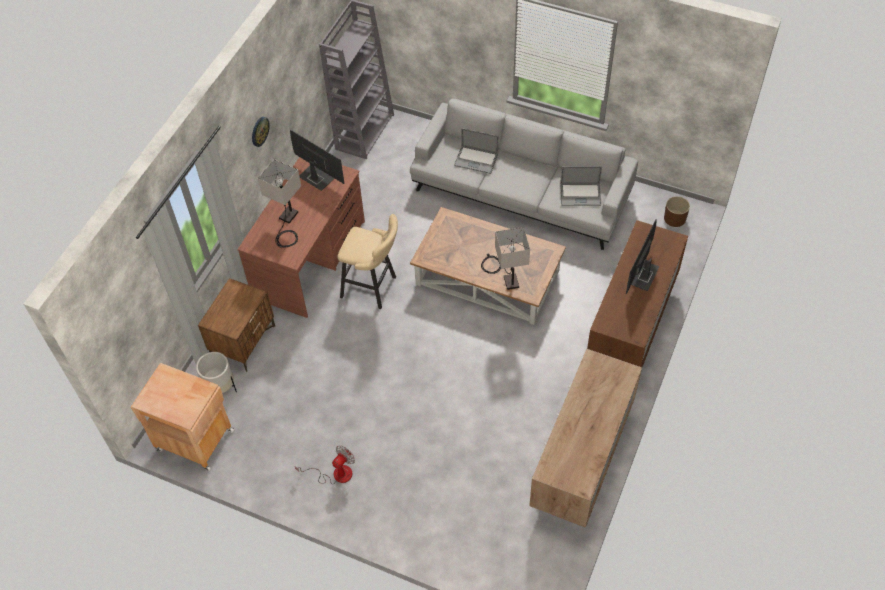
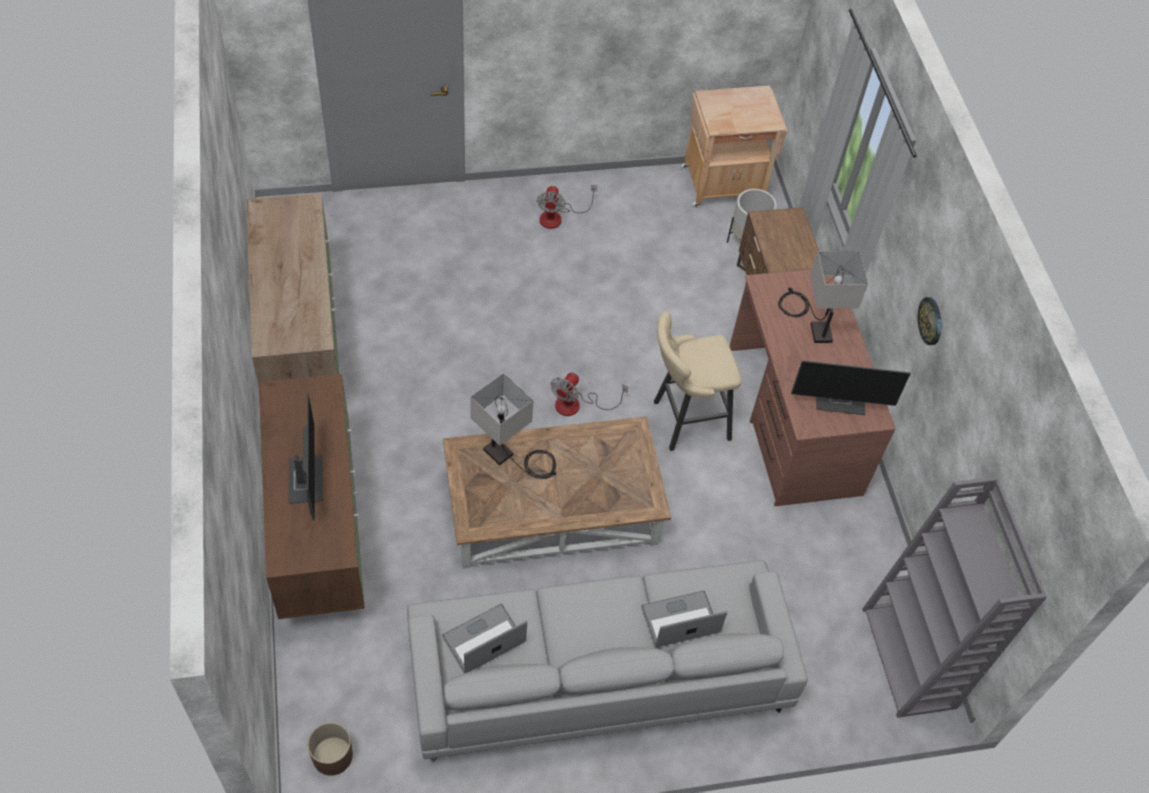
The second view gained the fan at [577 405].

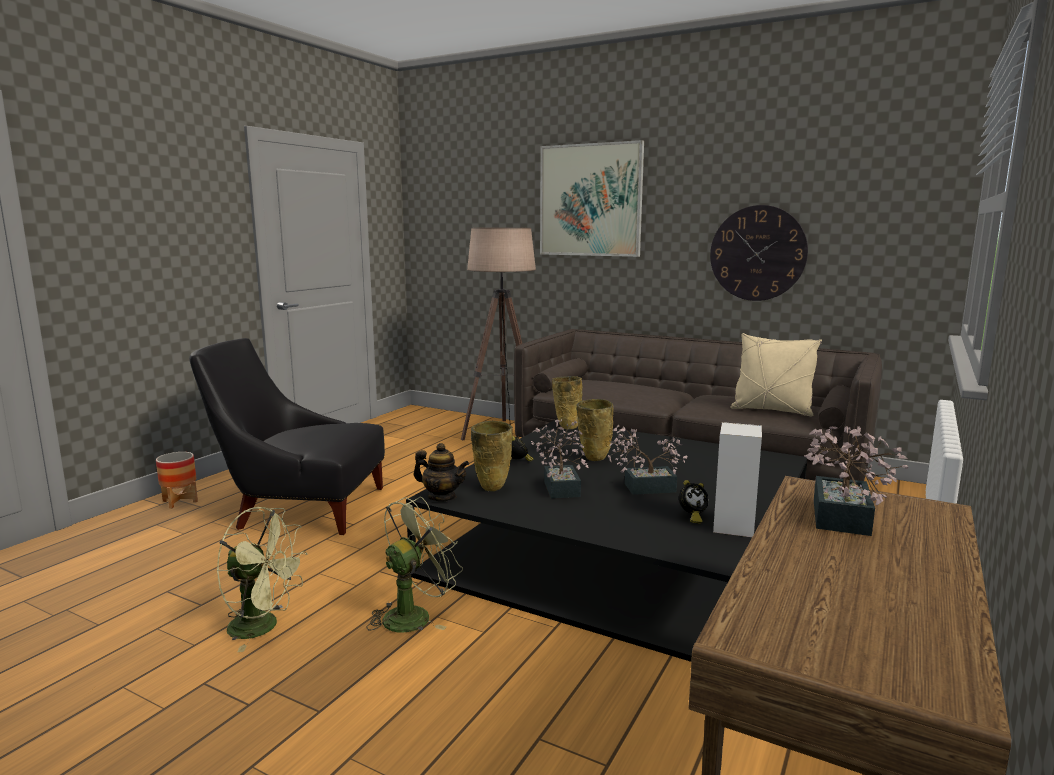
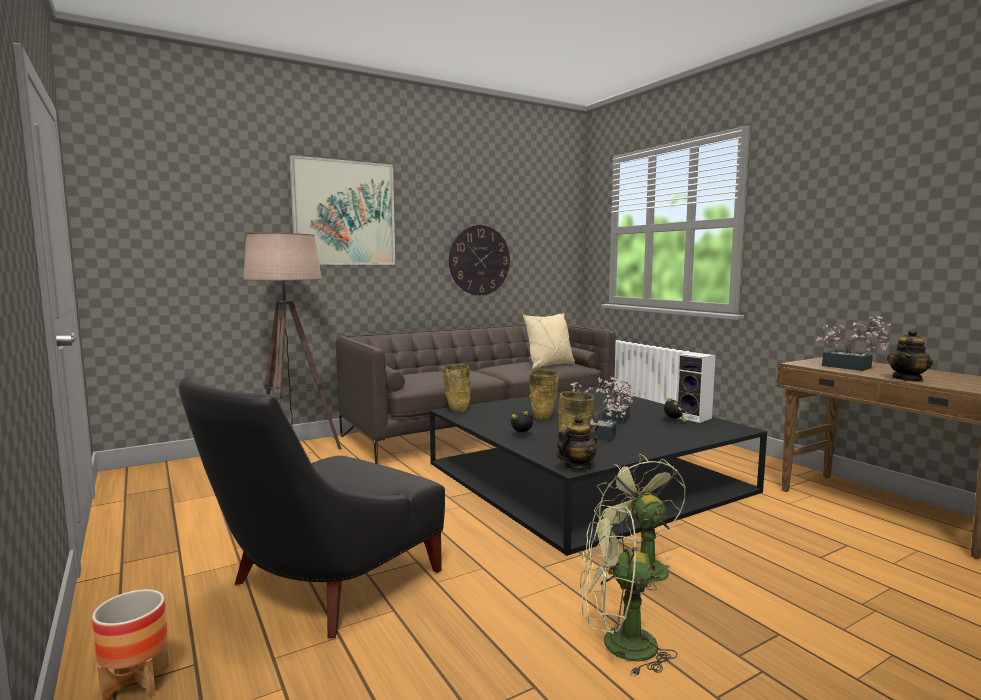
The green fan at [263 627] ended up facing another way, 135 degrees counterclockwise from before.
The second view gained the pot for tea at [908 379].

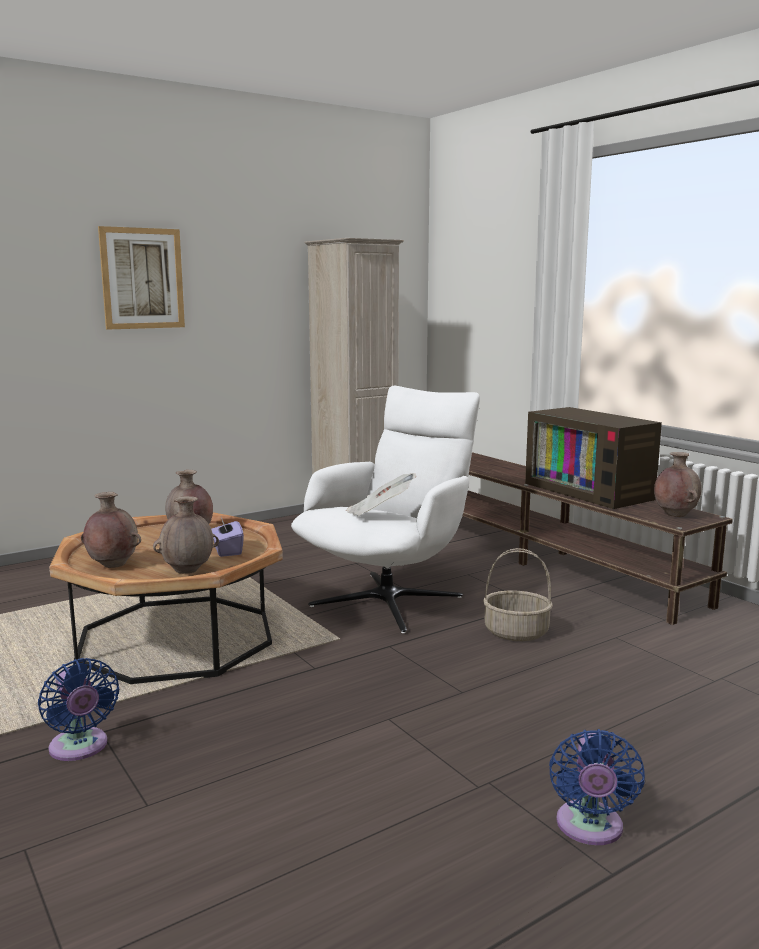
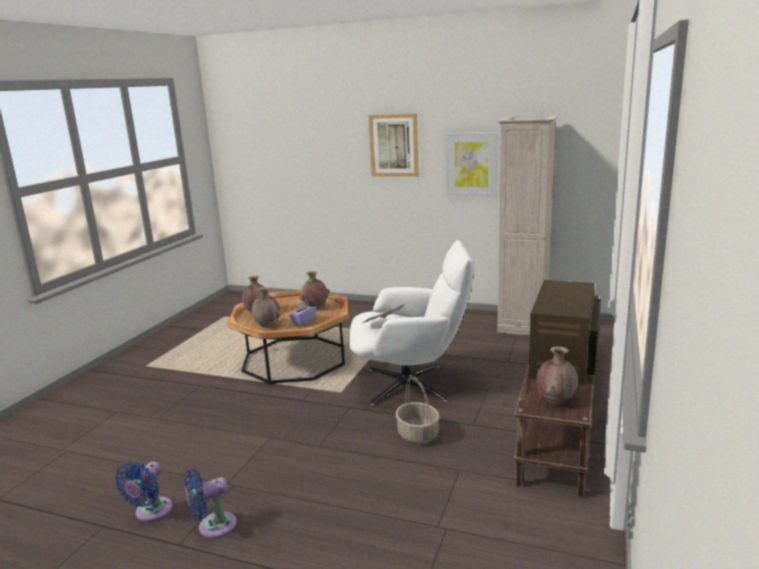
The blue fan ended up elsewhere, having gone from [80 748] to [151 512].
The second view gained the wall art at [471 164].

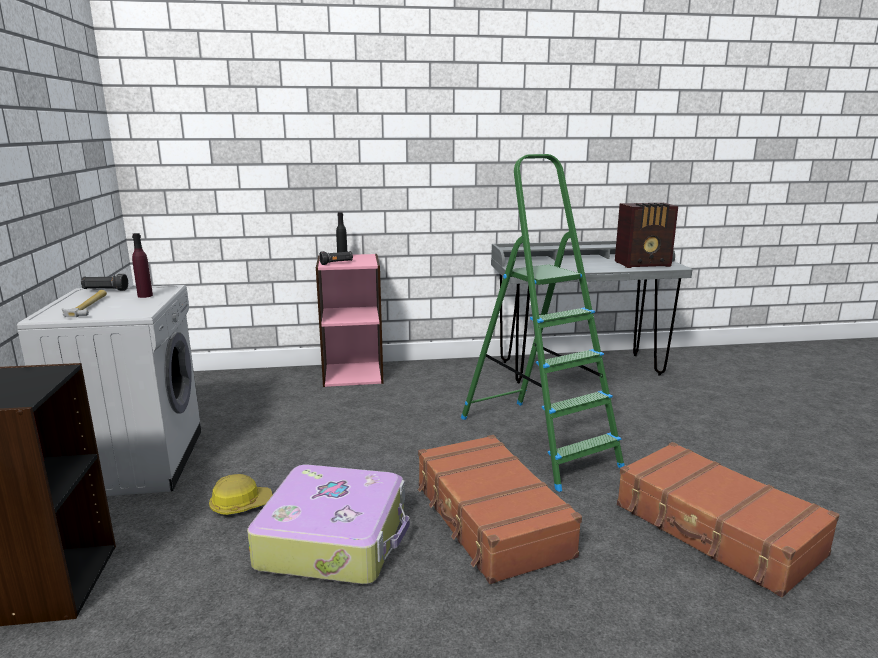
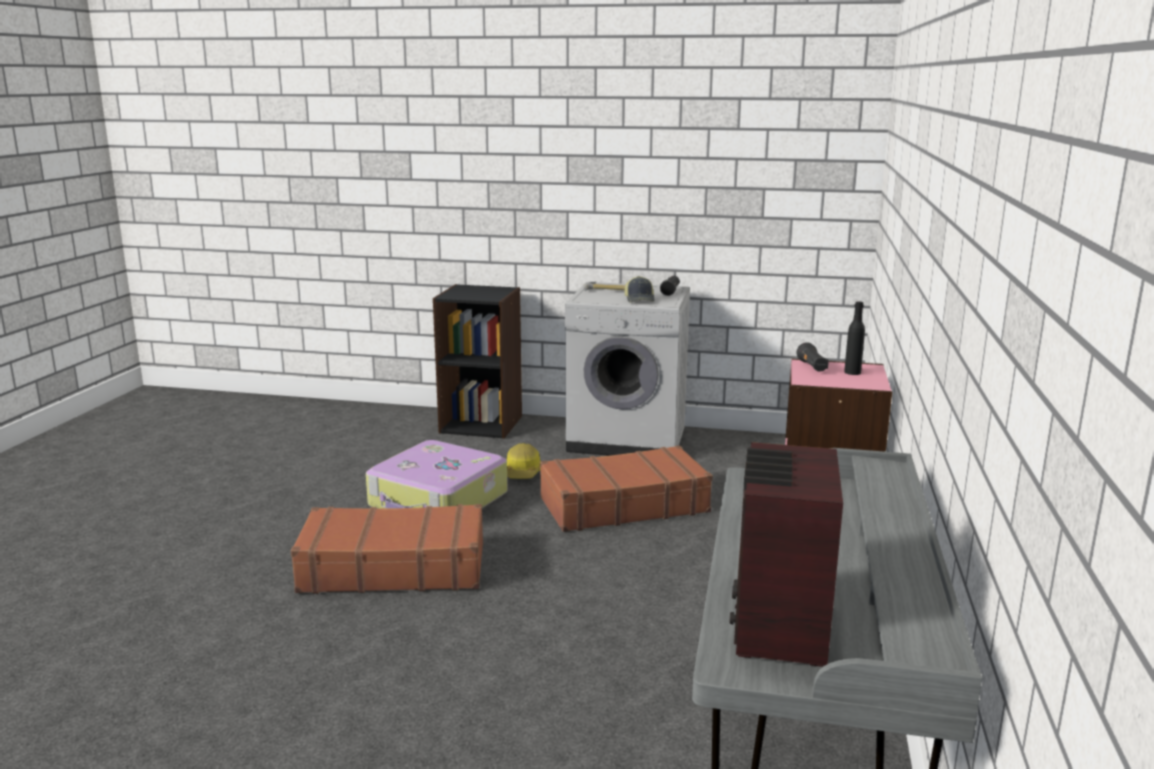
The brown travel case ended up elsewhere, having gone from [716 530] to [623 505].
Where the purplish bottle stood at [145 296], the peaked cap came to stand at [640 299].
The second view lost the green stepladder at [537 441].

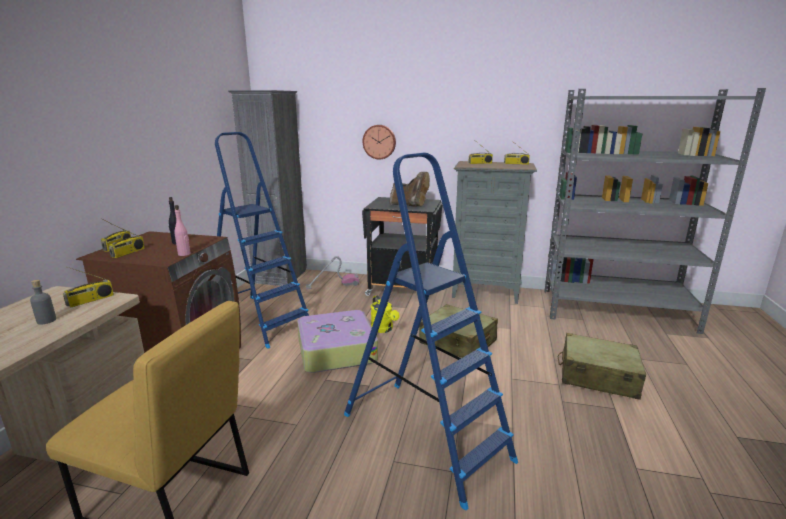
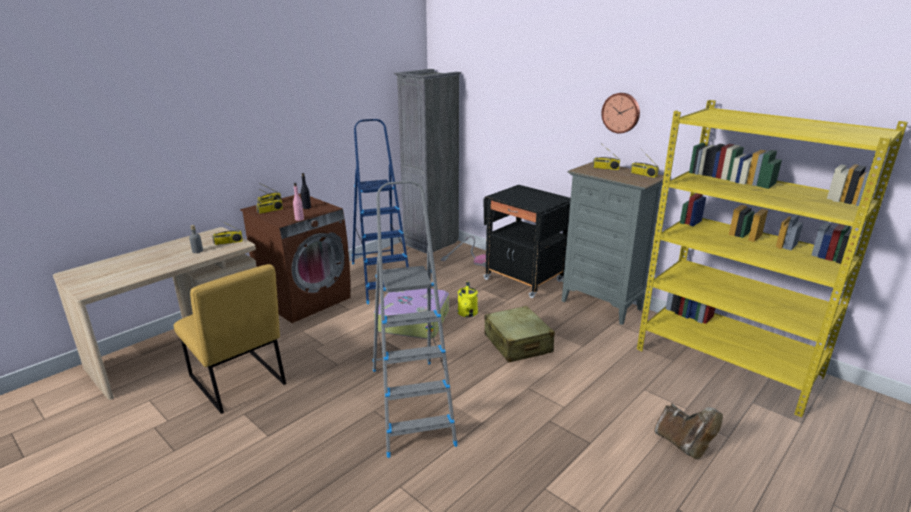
What was the blue stepladder at [425 437] turned into the greyish stepladder at [411 404].
The clock on the wall ended up elsewhere, having gone from [379 142] to [621 112].
What was the greyish shelving unit at [616 310] turned into the yellow-coloured shelving unit at [727 362].
The brown tall boot ended up elsewhere, having gone from [409 206] to [683 445].
The second view lost the beige travel case at [597 376].

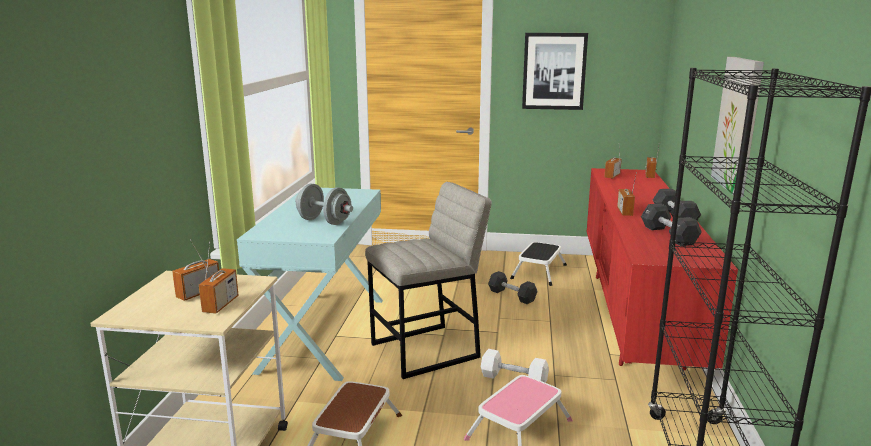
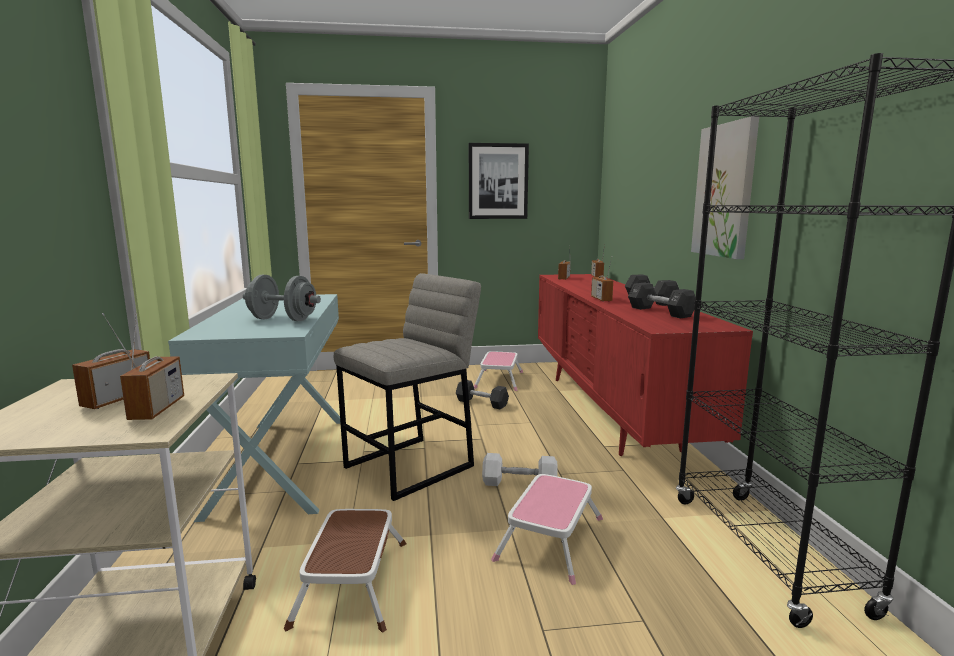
What was the black stepladder at [538 271] turned into the pink-coloured stepladder at [498 380].

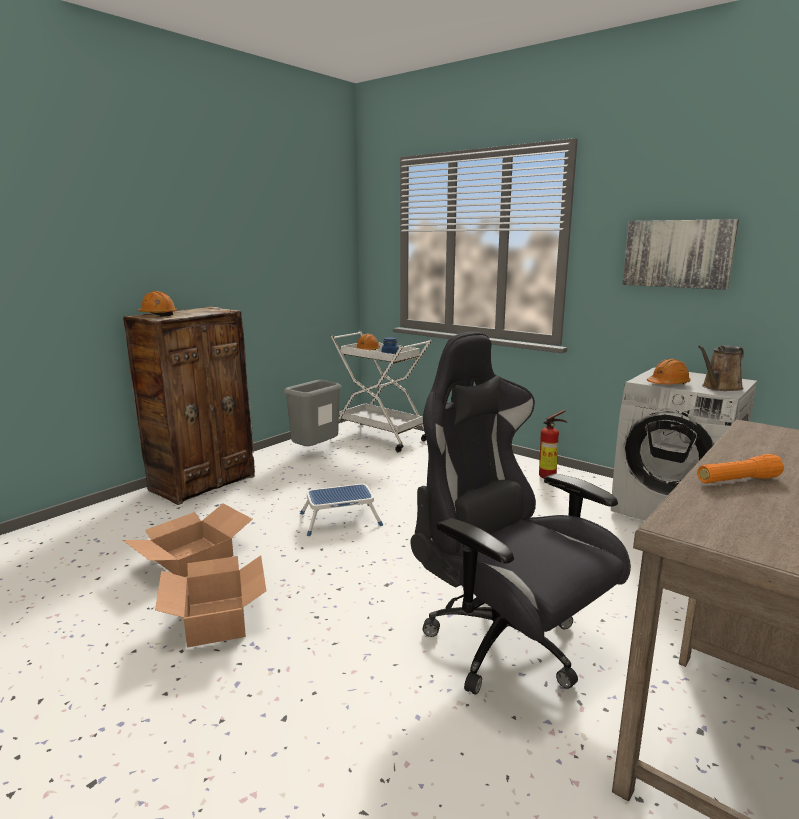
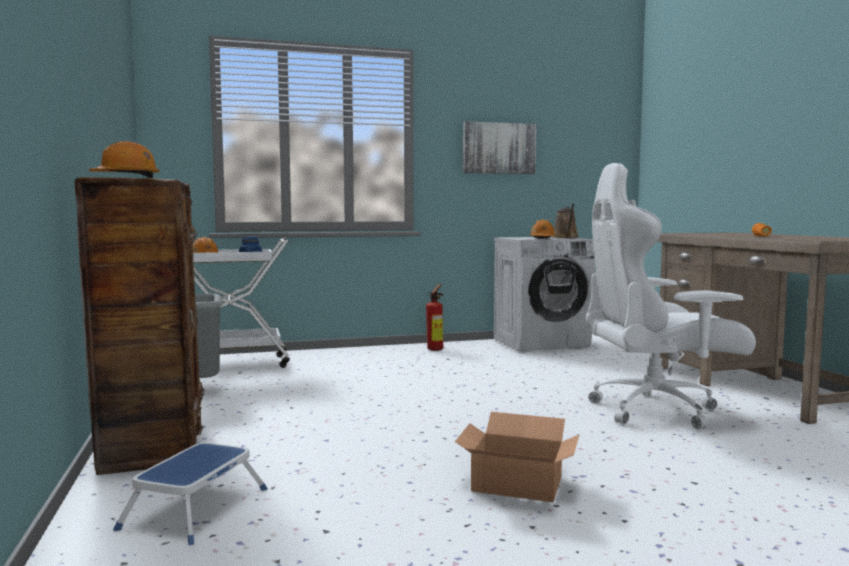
The blue stepladder ended up elsewhere, having gone from [340 519] to [196 508].
What was the black desk chair at [512 649] turned into the white desk chair at [661 410].
The second view lost the carton at [193 556].

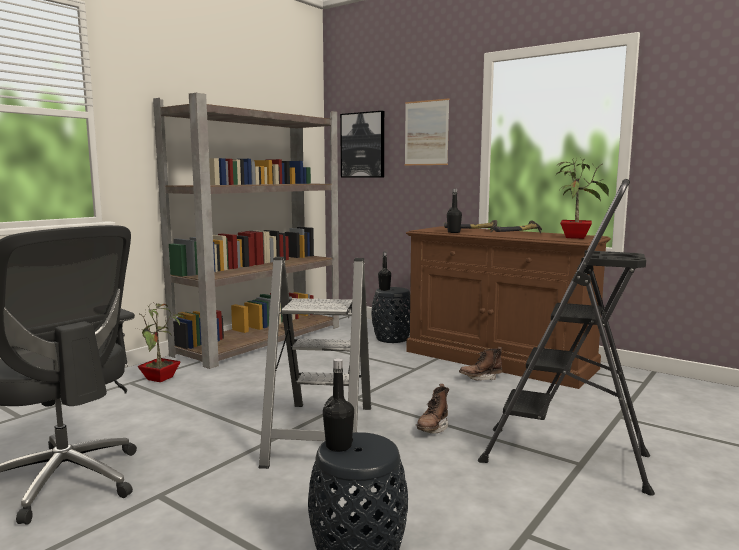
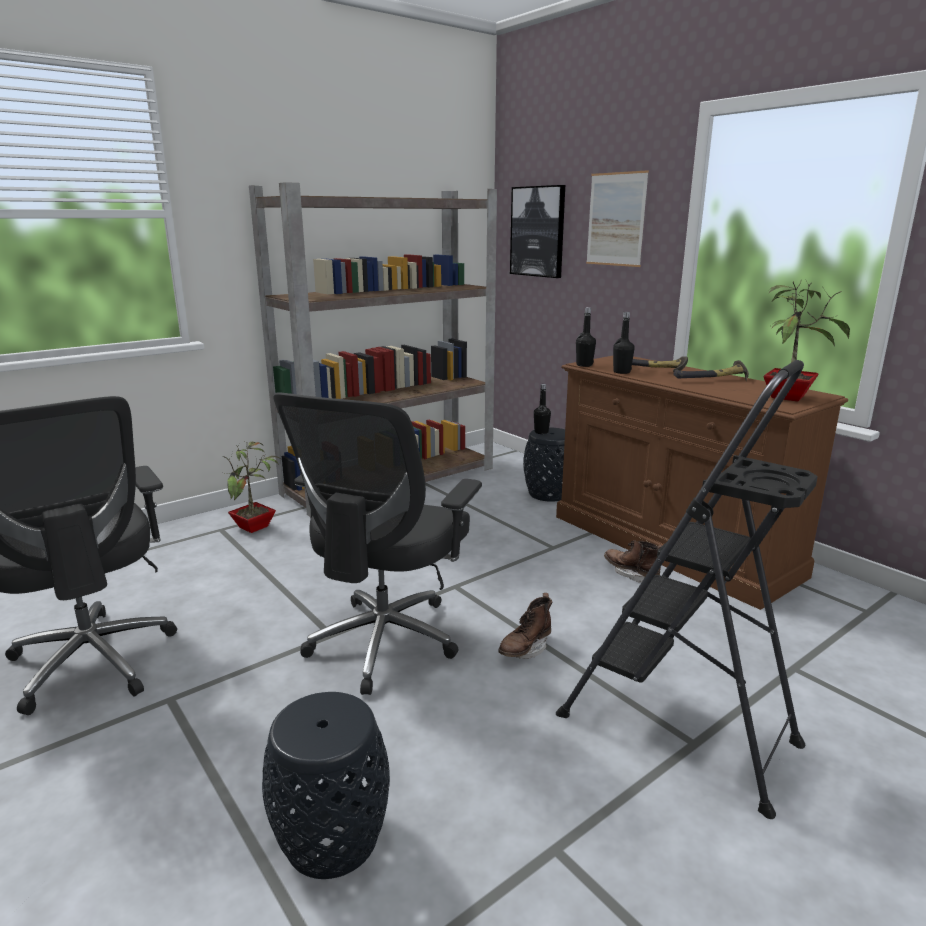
Where the greyish stepladder stood at [320 435], the desk chair came to stand at [384 639].
The black bottle ended up elsewhere, having gone from [338 446] to [584 365].
The brown tall boot at [480 378] ended up facing another way, 45 degrees clockwise from before.

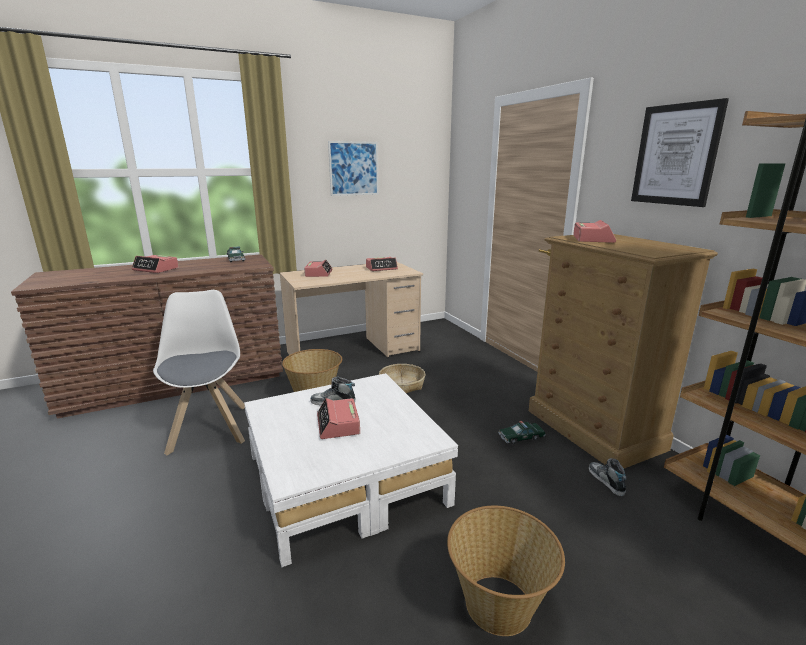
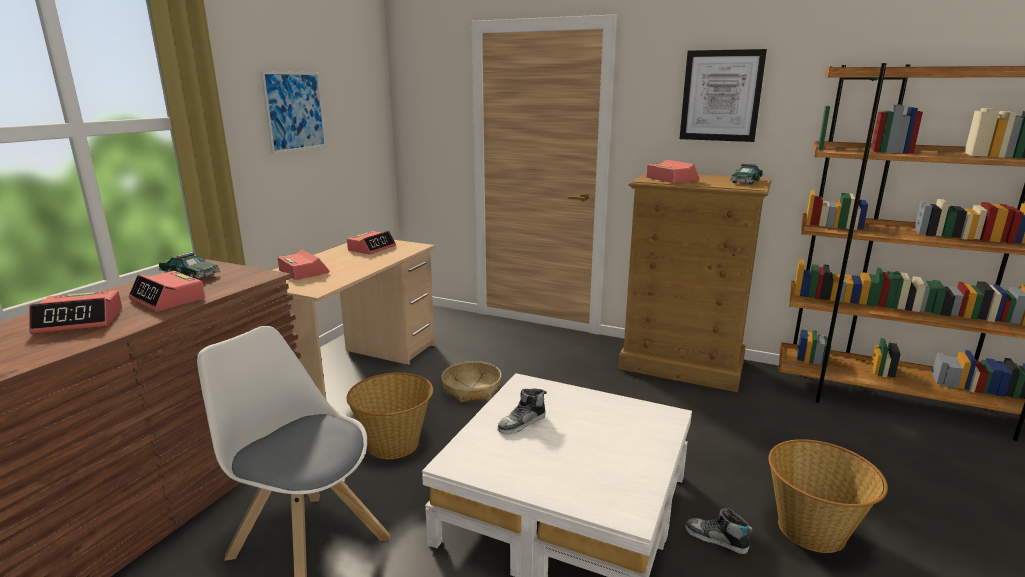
The table clock ended up elsewhere, having gone from [338 424] to [168 299].
The shoe ended up elsewhere, having gone from [606 481] to [716 539].
The toy car ended up elsewhere, having gone from [521 437] to [746 181].

